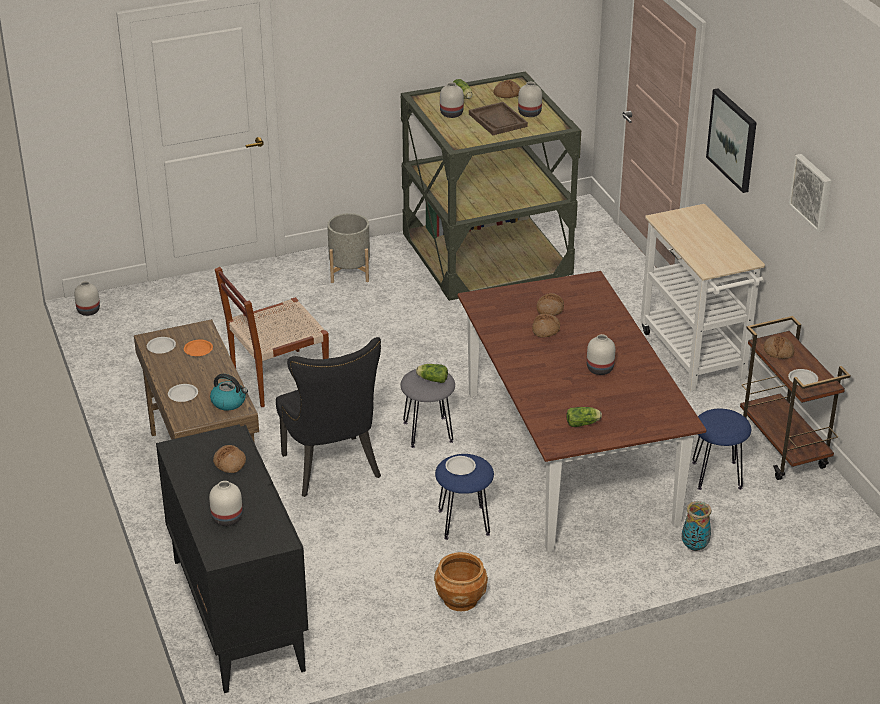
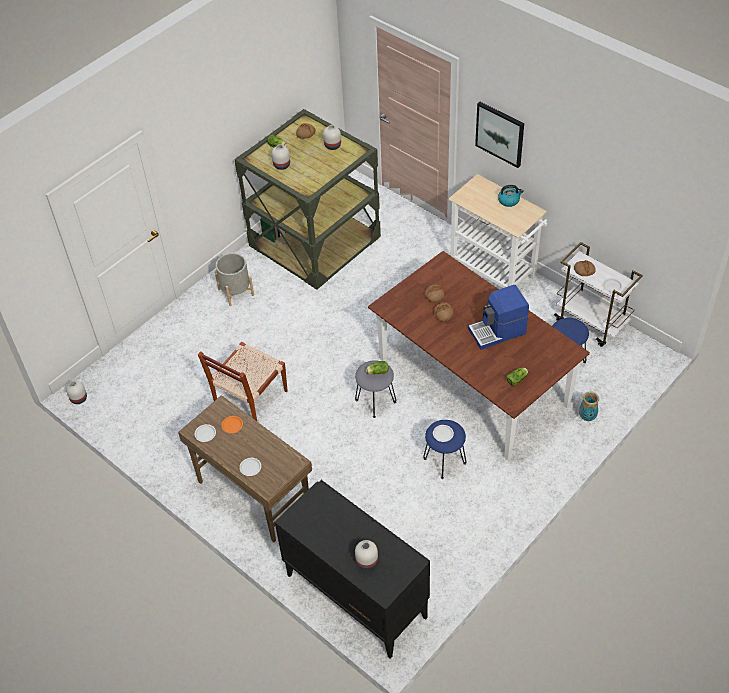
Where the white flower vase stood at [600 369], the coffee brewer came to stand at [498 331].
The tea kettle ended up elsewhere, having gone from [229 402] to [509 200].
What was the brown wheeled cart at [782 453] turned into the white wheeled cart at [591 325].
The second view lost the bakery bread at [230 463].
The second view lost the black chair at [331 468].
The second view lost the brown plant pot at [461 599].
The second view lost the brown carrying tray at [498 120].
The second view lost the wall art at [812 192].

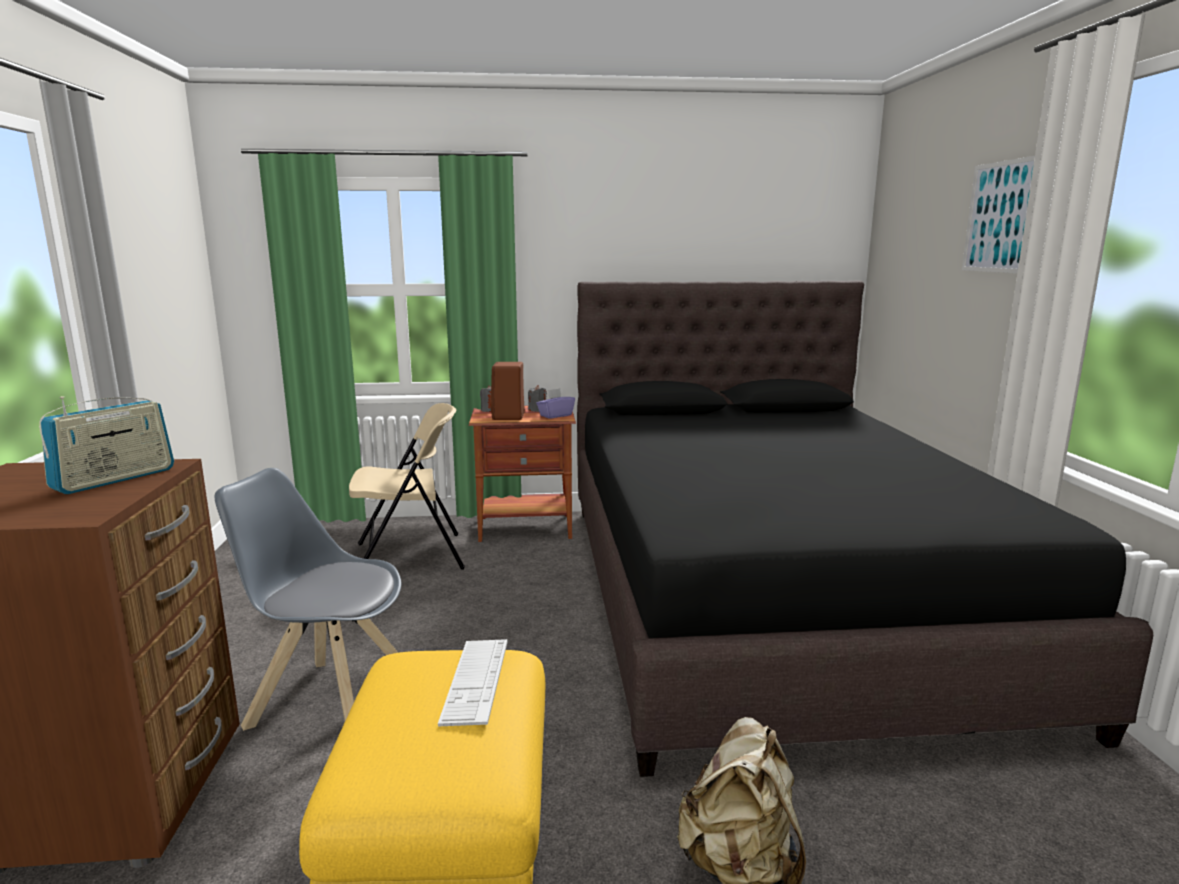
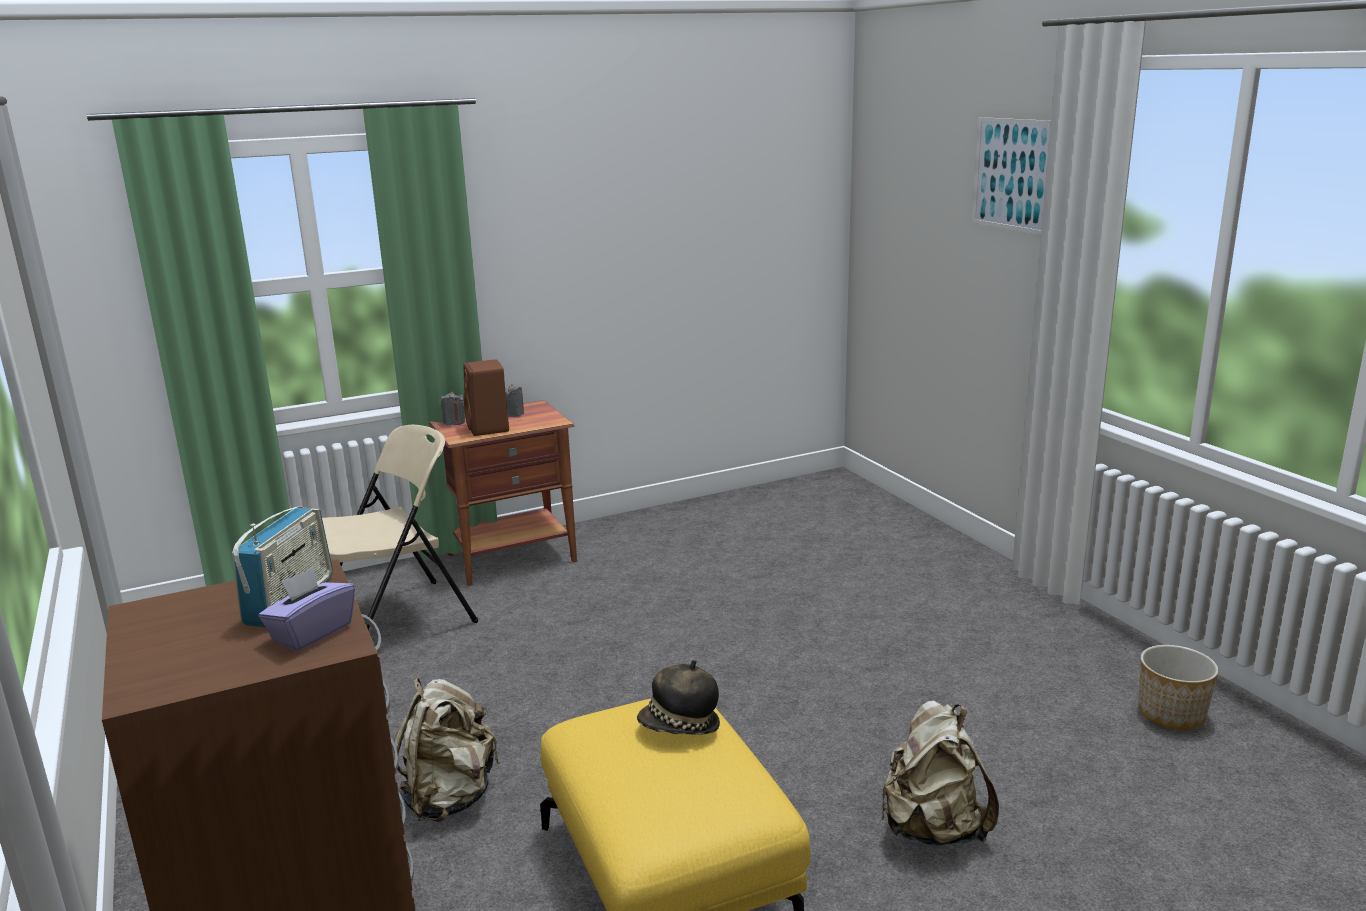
The purplish tissue box ended up elsewhere, having gone from [555 415] to [311 633].
Where the greyish chair stood at [331 702], the beige backpack came to stand at [450 797].
Where the keyboard stood at [476 681], the wearable hat came to stand at [679 727].
The second view gained the plant pot at [1171 714].
The second view lost the black sleeping bed at [770 595].

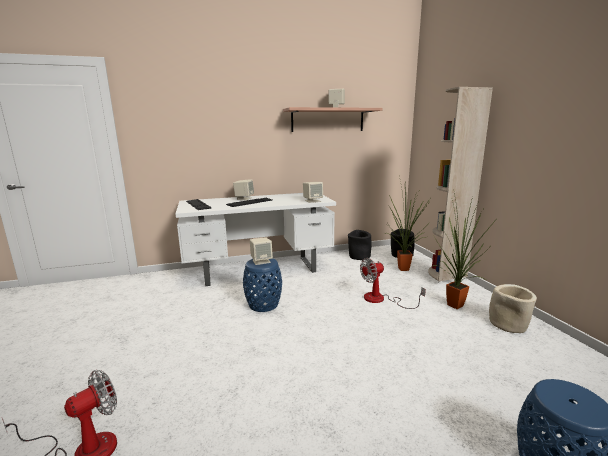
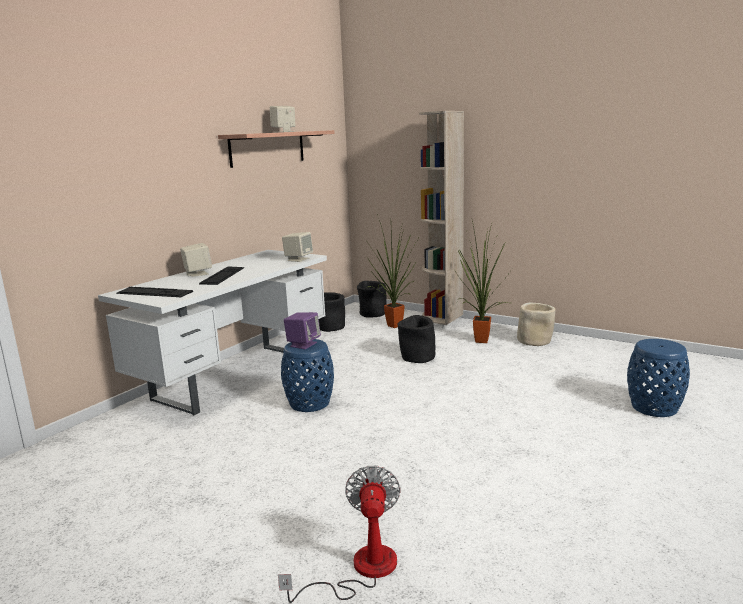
What was the beige loudspeaker at [261 261] turned into the purplish loudspeaker at [303 344].
Where the fan stood at [381 299], the black plant pot came to stand at [417 357].

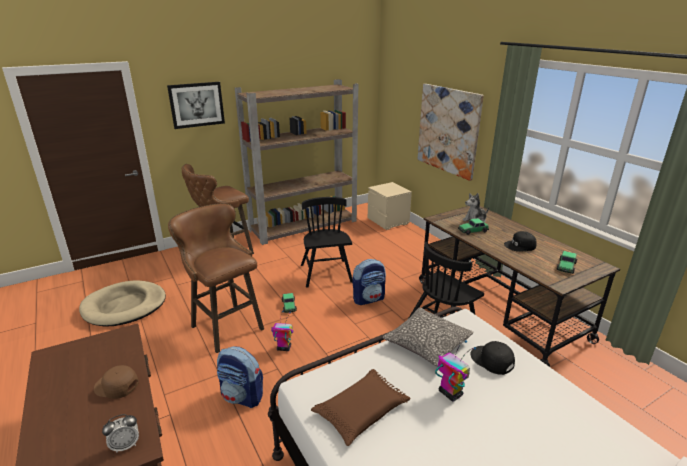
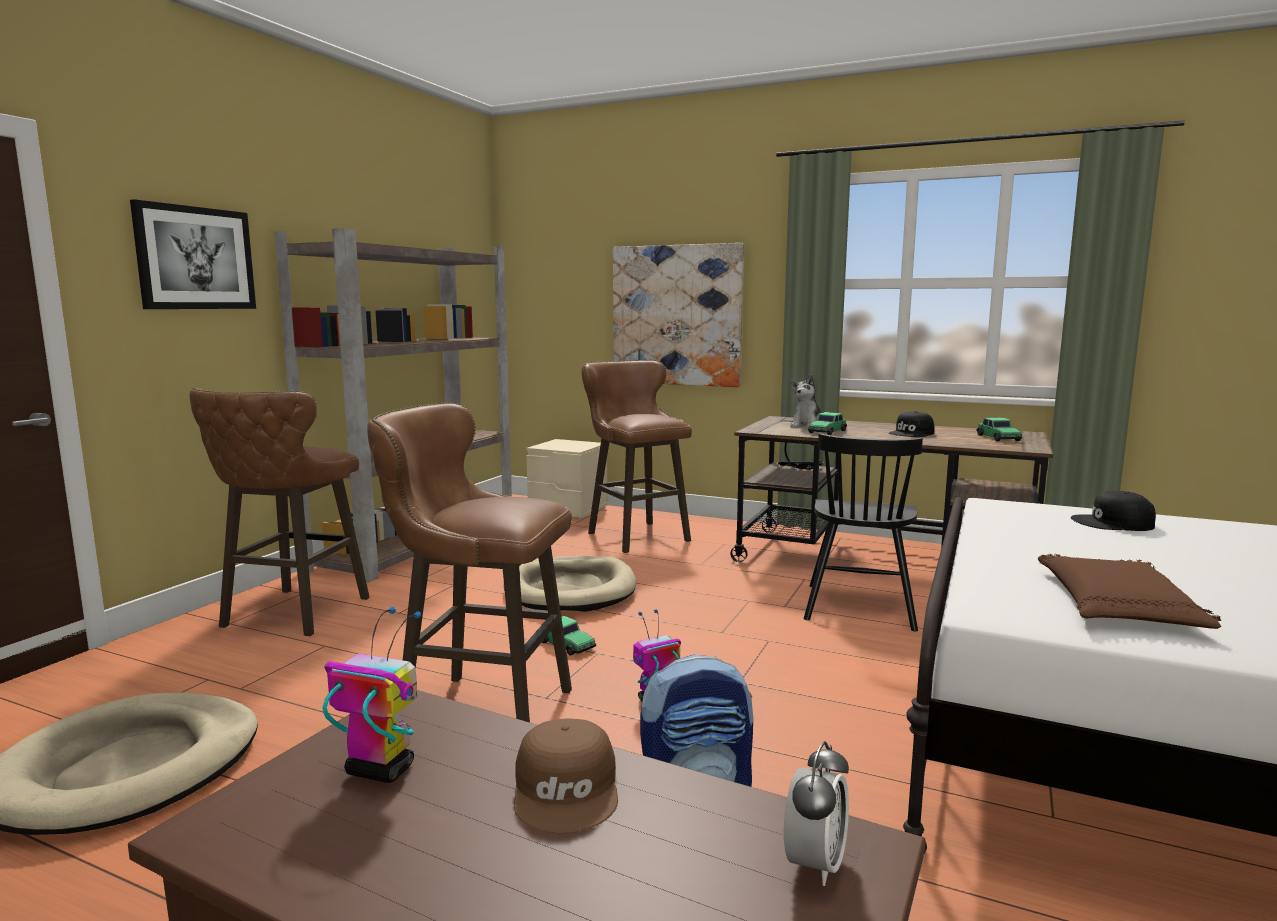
The toy robot ended up elsewhere, having gone from [449 393] to [379 770].
Where the black chair stood at [326 275], the beige dog cushion came to stand at [570 589].
The brown peaked cap at [116 386] ended up facing another way, 75 degrees counterclockwise from before.
The second view gained the brown sitting stool at [636 535].
The second view lost the backpack at [369 299].
The second view lost the pillow at [427 344].

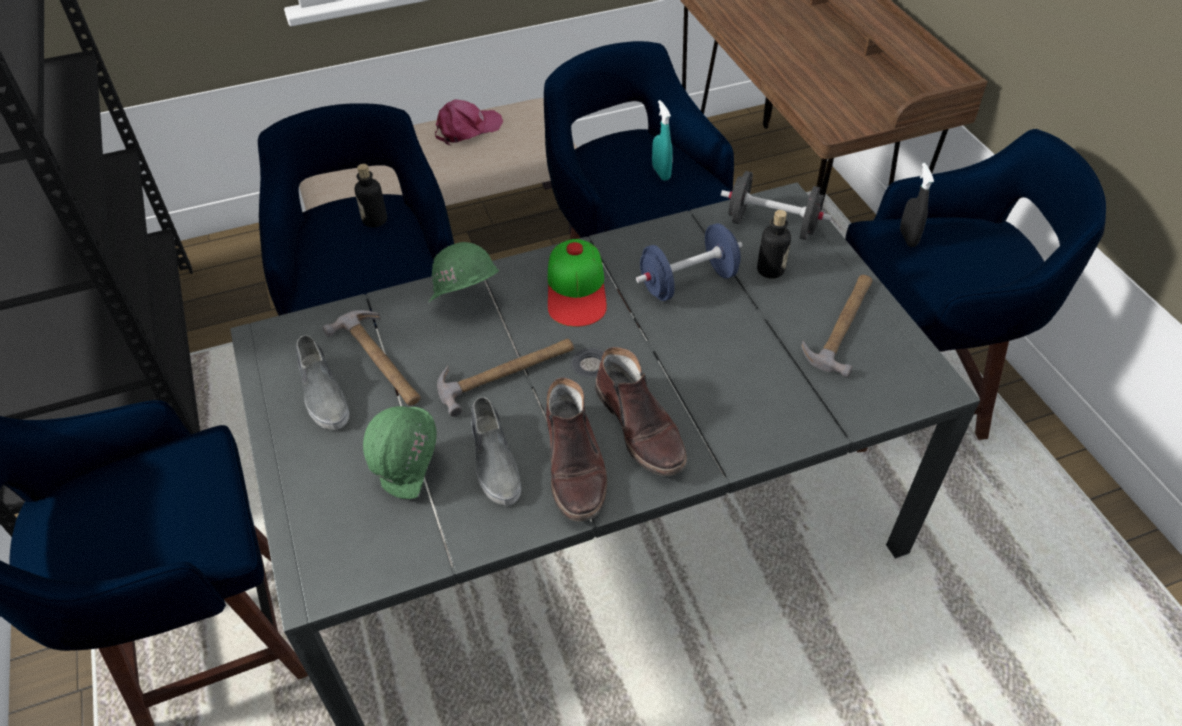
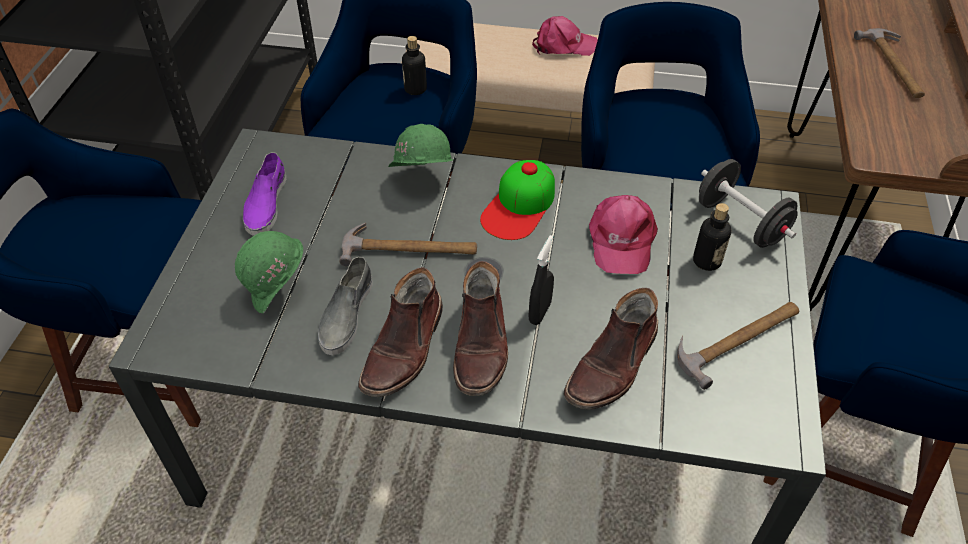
What was the greyish shoe at [322 392] turned into the purplish shoe at [266 203].
The black sprayer ended up elsewhere, having gone from [908 238] to [540 312].
The second view gained the brown tall boot at [613 365].
Where the blue hand weight stood at [688 282], the pink-coloured peaked cap came to stand at [621 240].
The hammer ended up elsewhere, having gone from [380 361] to [894 66].
The second view lost the turquoise-coloured sprayer at [661 173].

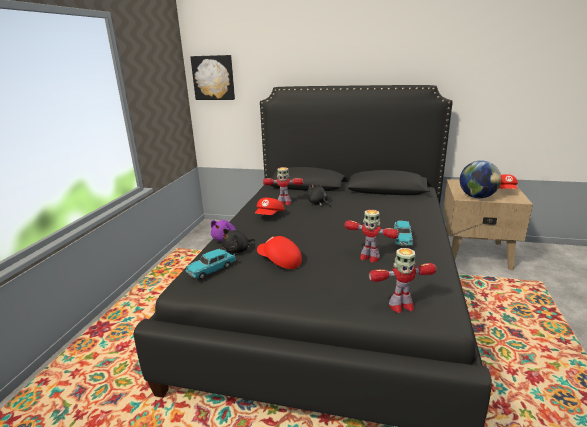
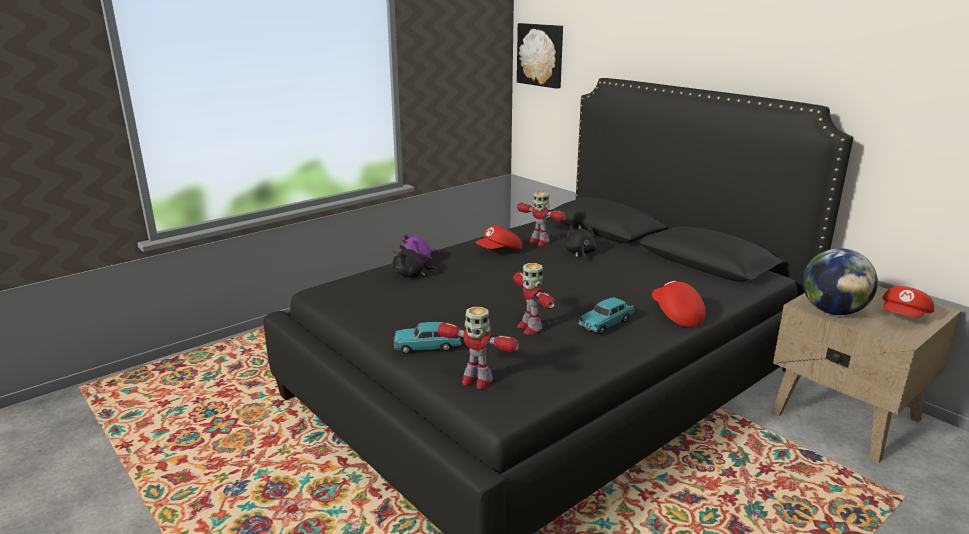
The turquoise-coloured toy car ended up elsewhere, having gone from [212 270] to [427 347].
The reddish peaked cap ended up elsewhere, having gone from [279 261] to [675 314].

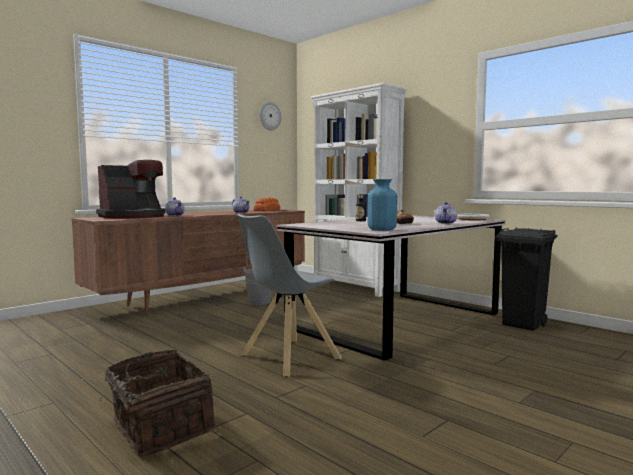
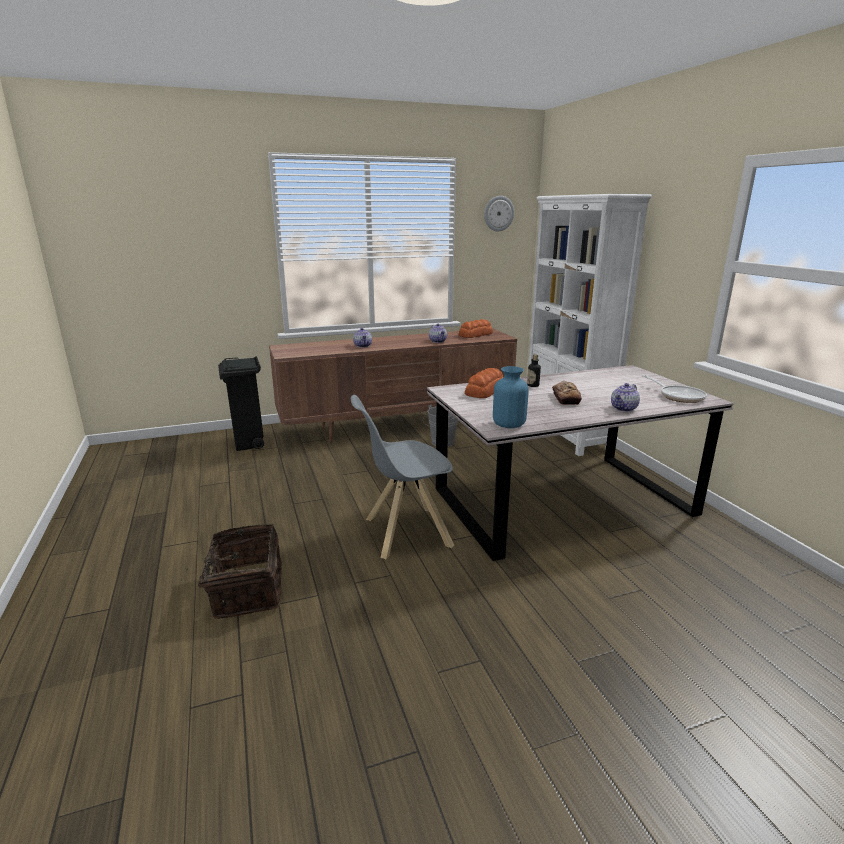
The black trash can ended up elsewhere, having gone from [523 325] to [248 444].
The second view gained the bakery bread at [485 391].
The second view lost the coffee brewer at [133 216].

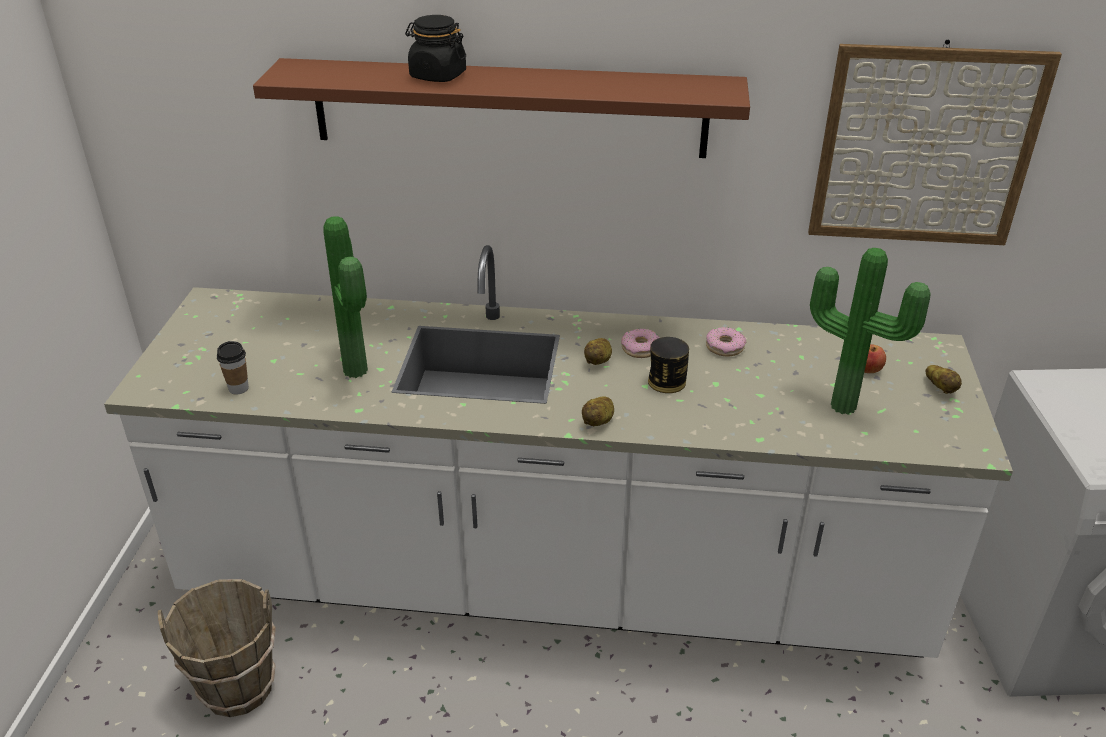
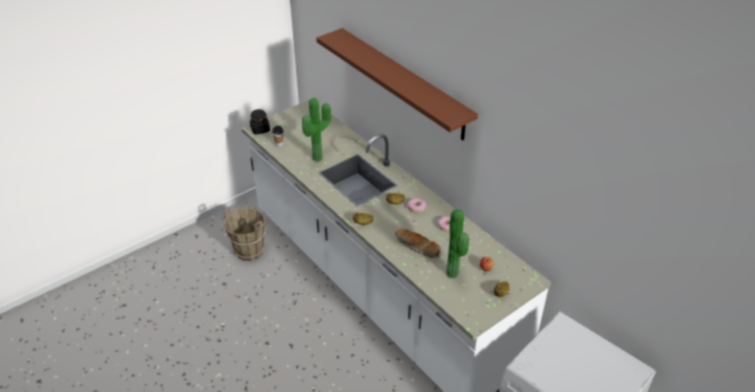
The black storage jar ended up elsewhere, having gone from [437 76] to [260 129].
The second view gained the bakery bread at [417 247].
The second view lost the metal can at [667 381].
The second view lost the wall art at [926 144].

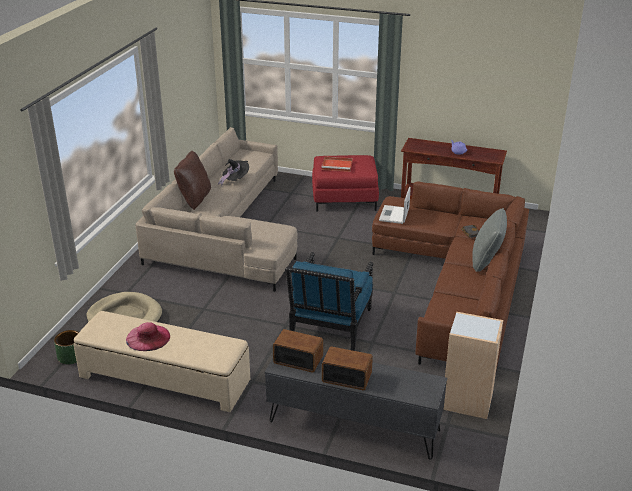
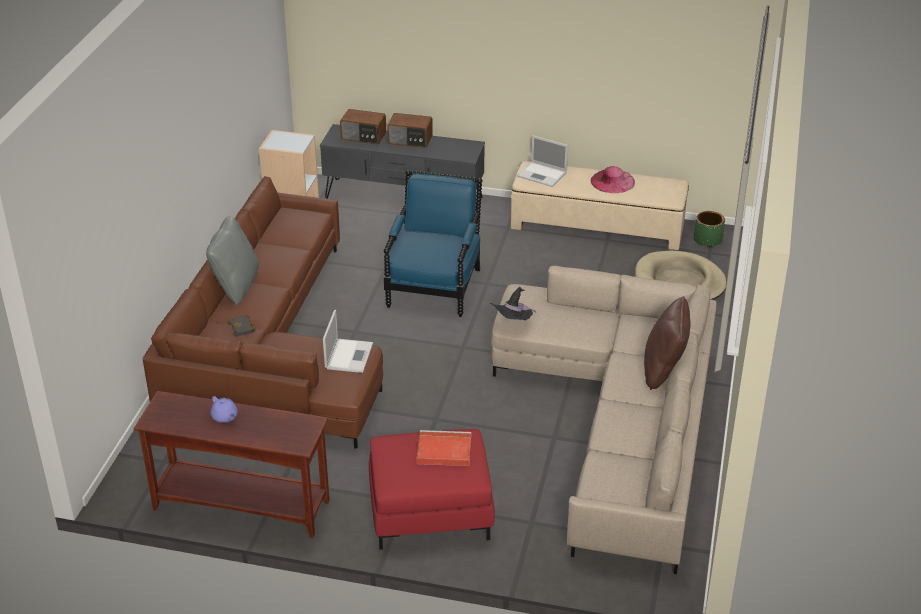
The radio set ended up elsewhere, having gone from [298 359] to [363 137].
The black wearable hat ended up elsewhere, having gone from [235 180] to [512 323].
The second view gained the laptop at [543 175].

